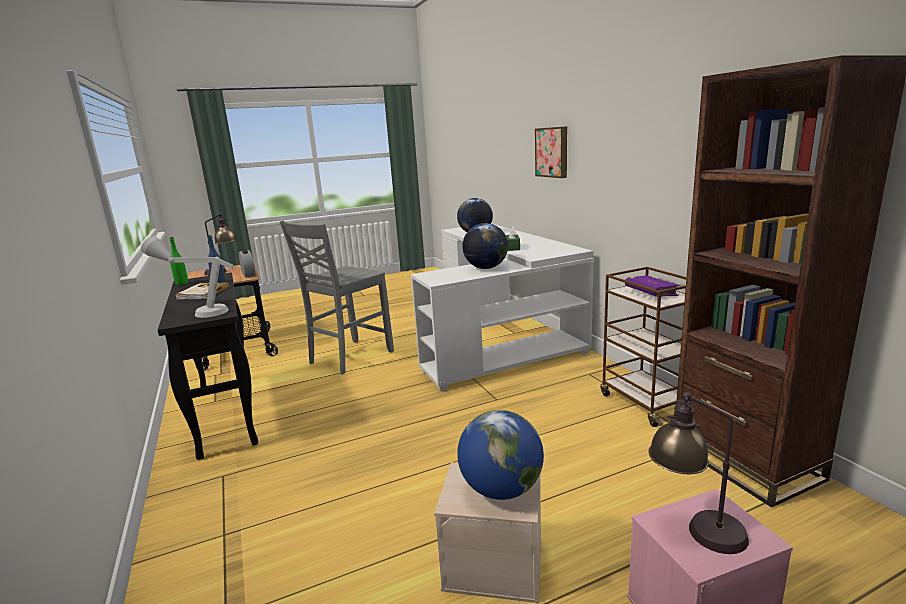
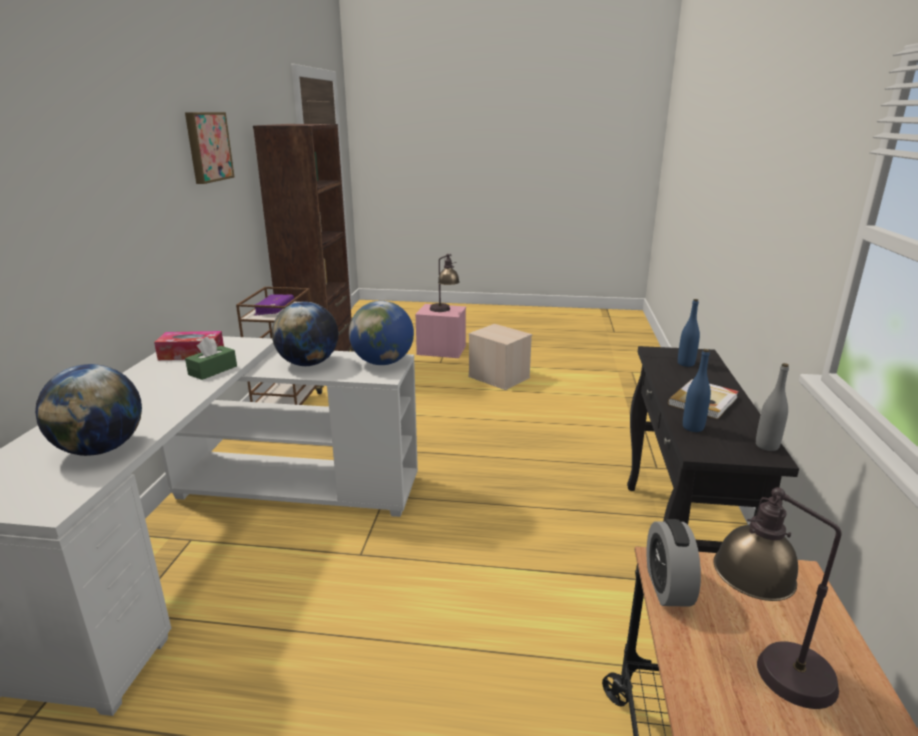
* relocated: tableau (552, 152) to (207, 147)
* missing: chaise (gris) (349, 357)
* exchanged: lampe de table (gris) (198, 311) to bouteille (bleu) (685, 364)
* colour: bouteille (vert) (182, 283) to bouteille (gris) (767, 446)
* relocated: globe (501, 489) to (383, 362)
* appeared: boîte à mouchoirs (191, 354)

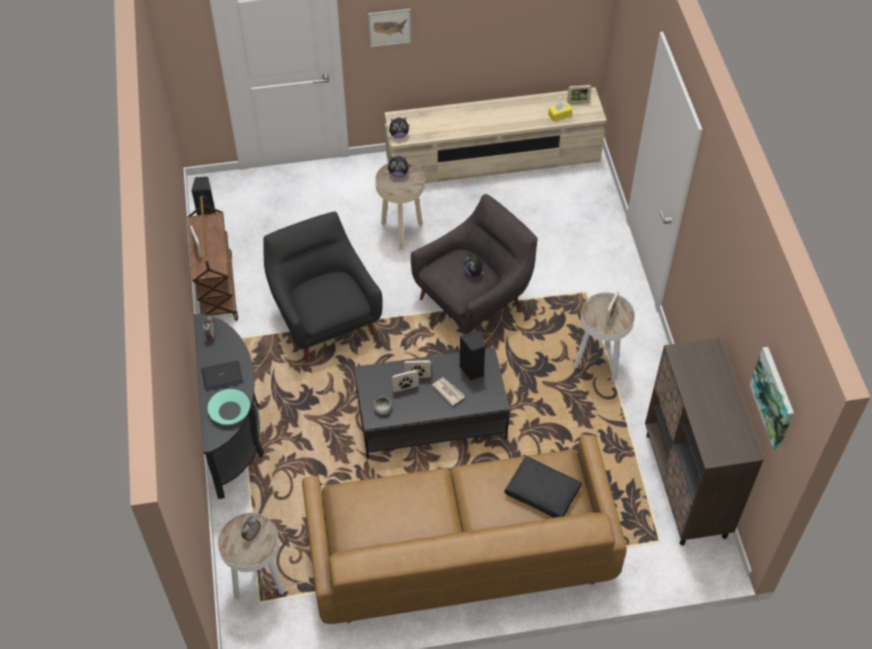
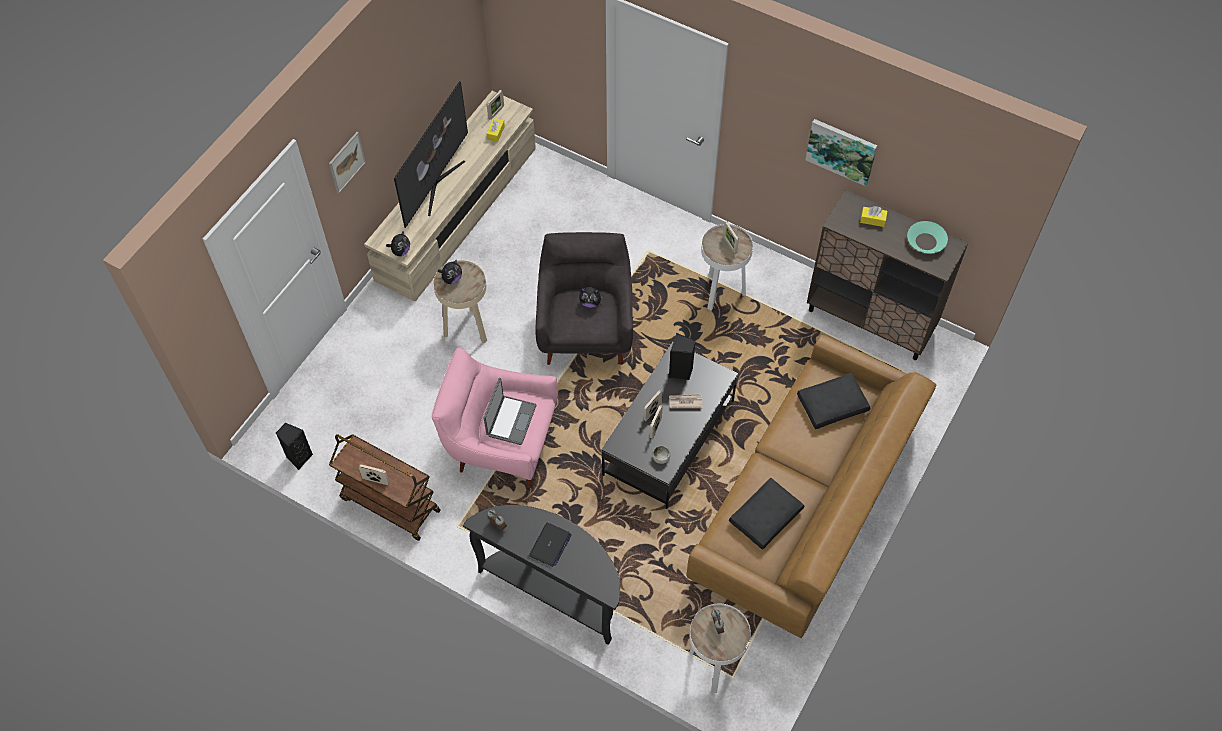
* colour: fauteuil (noir) (325, 318) to fauteuil (rose) (501, 444)
* relocated: tableau (774, 397) to (841, 151)
* relocated: bol (turquoise) (230, 410) to (926, 241)
* appeared: téléviseur (436, 184)
* appeared: boîte à mouchoirs (jaune) (872, 220)
* appeared: ordinateur portable (510, 420)
* appeared: coussin (noir) (766, 518)

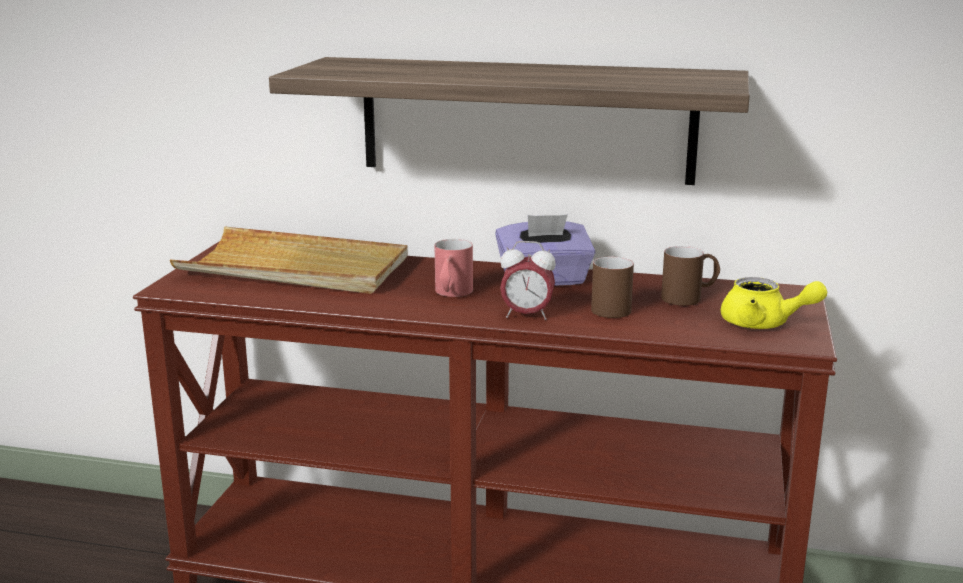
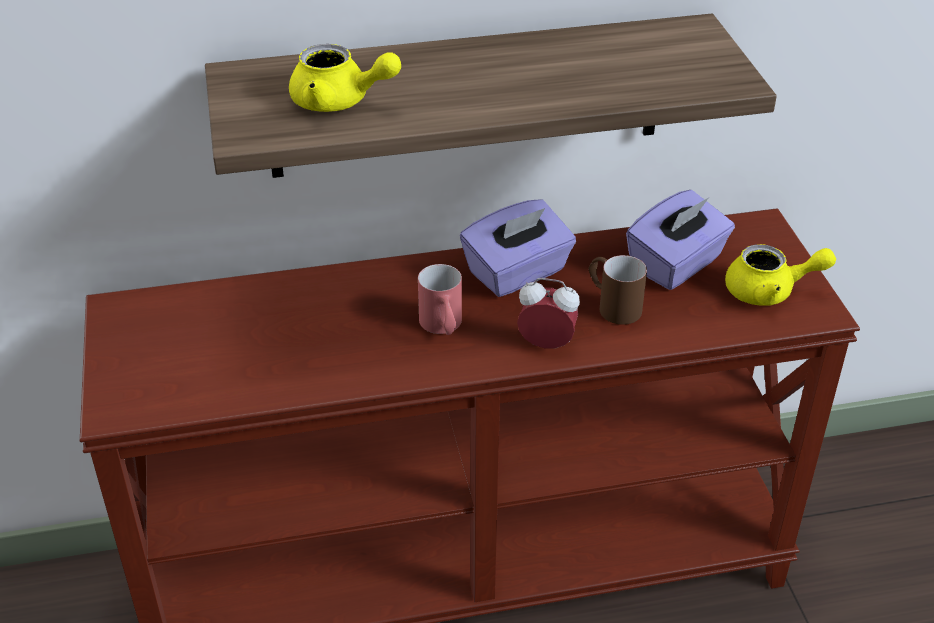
* missing: plateau (beige) (295, 269)
* spun: réveil (526, 315) = (546, 344) 150 degrees counterclockwise
* exchanged: mug (marron) (690, 297) to boîte à mouchoirs (violet) (677, 264)
* appeared: théière (jaune) (339, 101)

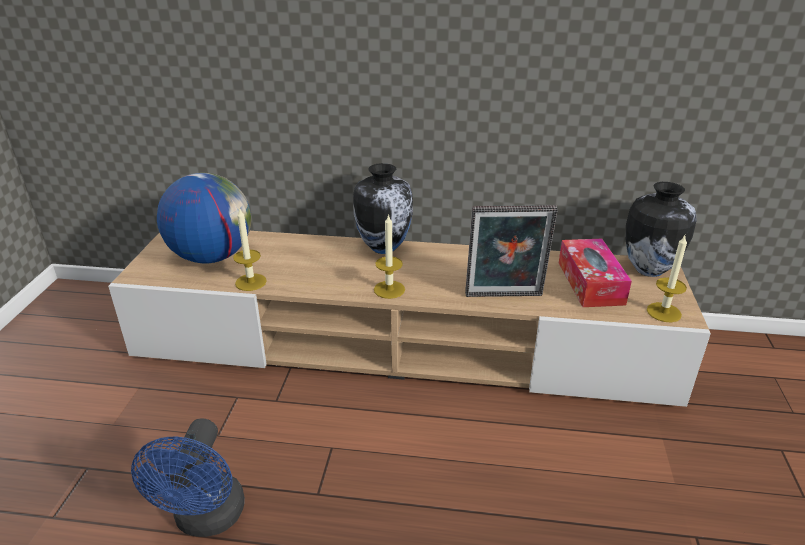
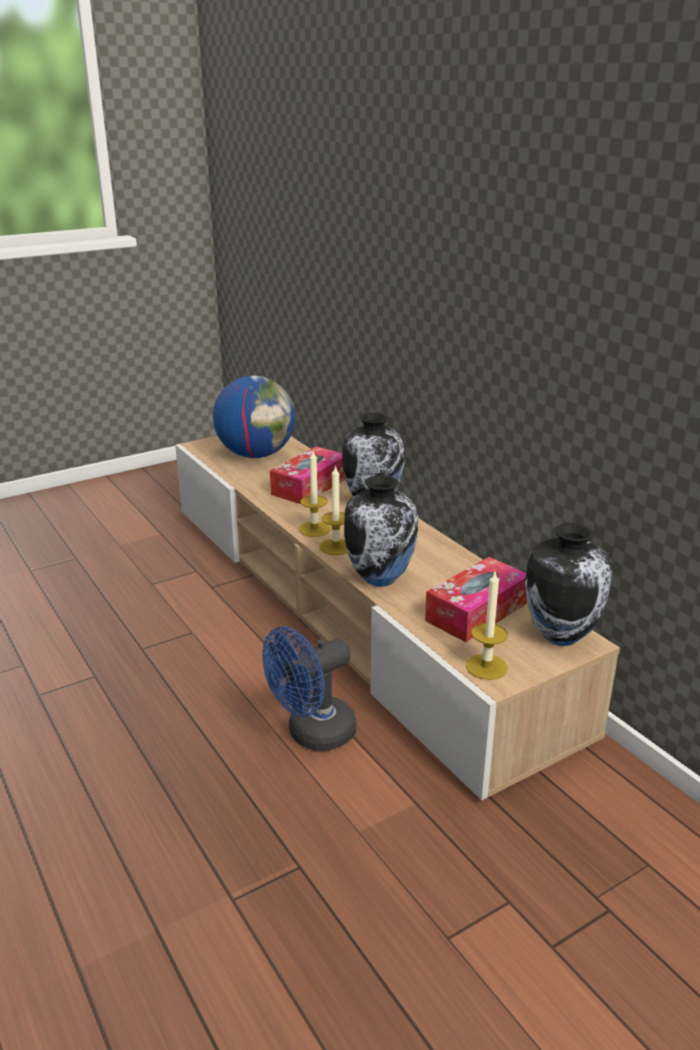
* exchanged: cadre photo (504, 297) to vase (381, 579)
* relocated: bougie (250, 282) to (336, 547)
* relocated: ventilateur (bleu) (206, 519) to (312, 734)
* appeared: boîte à mouchoirs (309, 486)

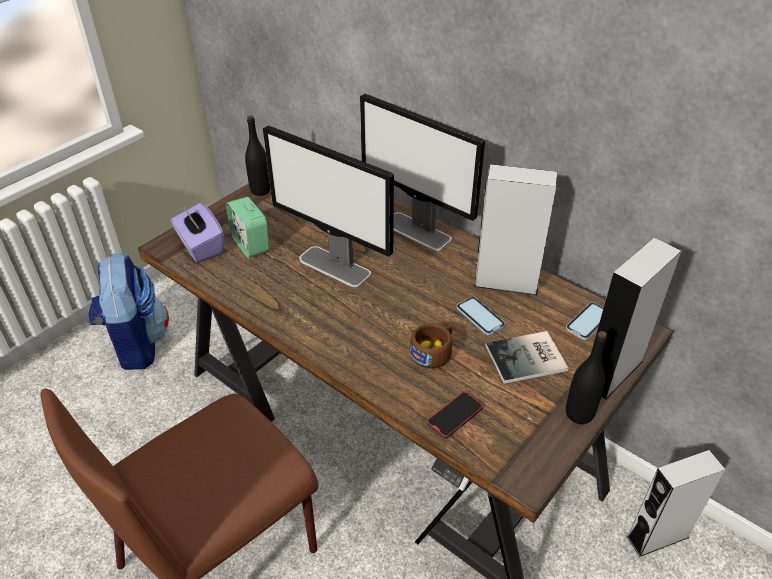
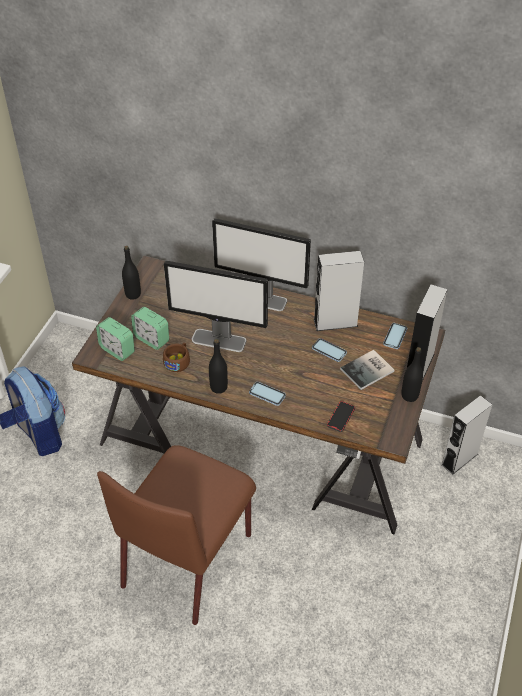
* exchanged: boîte à mouchoirs (violet) (200, 247) to réveil (117, 350)
* relocated: tasse (marron) (433, 352) to (178, 361)
* appeared: bouteille (noir) (218, 387)
* appeared: téléphone (267, 394)

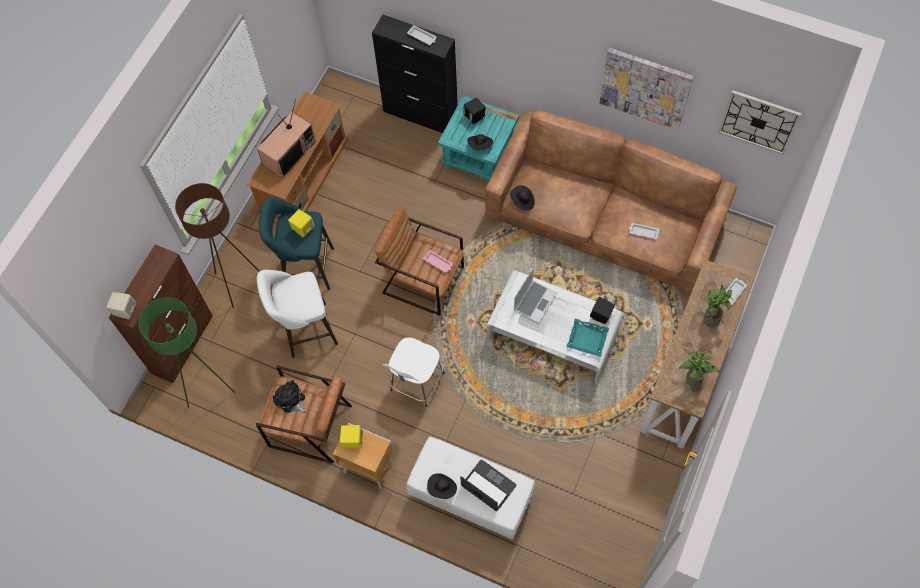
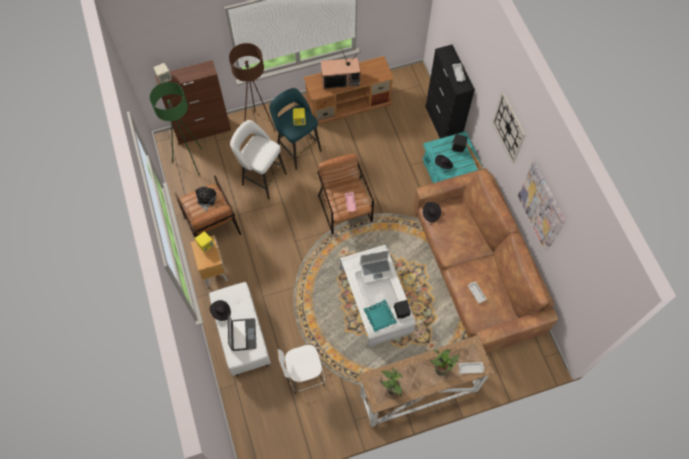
* relocated: horloge murale (758, 122) to (509, 128)
* relocated: tabouret (blanc) (416, 383) to (304, 375)

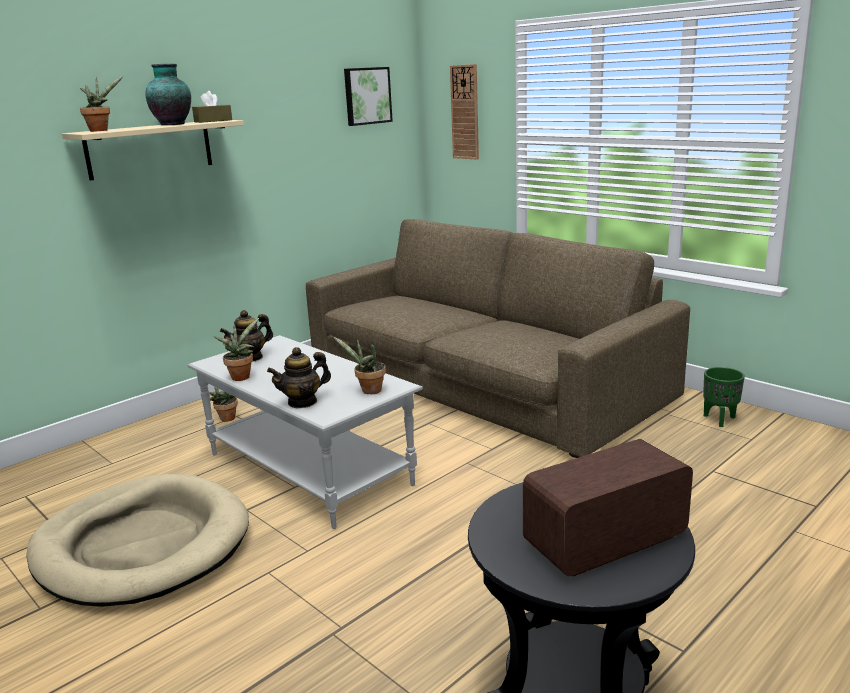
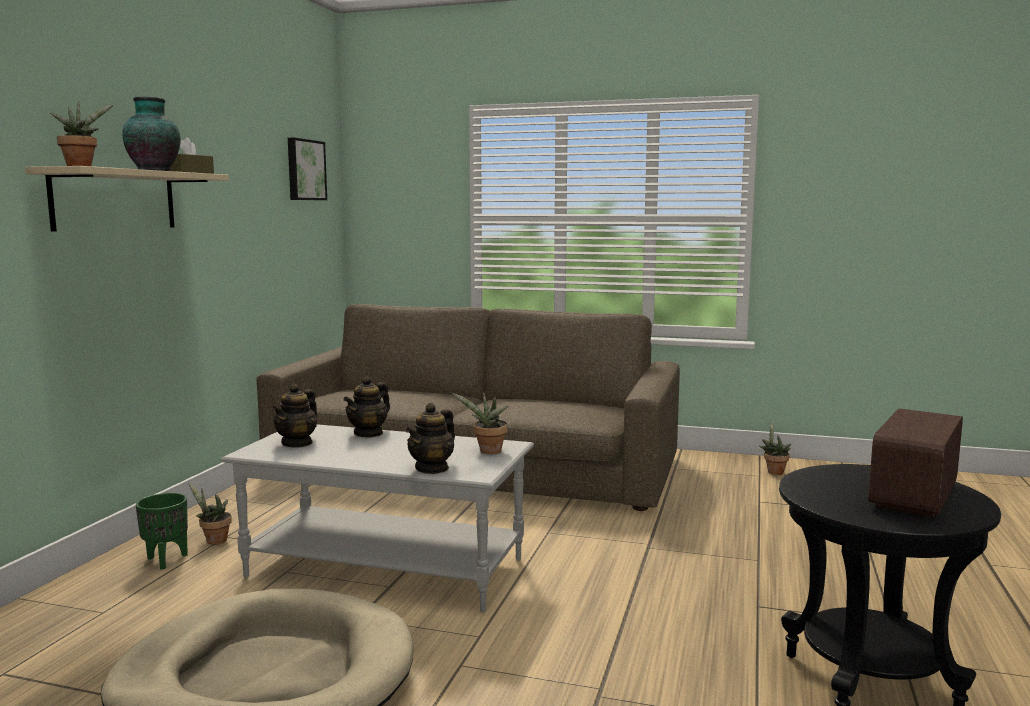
* missing: horloge murale (465, 112)
* relocated: plante en pot (241, 376) to (774, 471)
* relocated: cache-pot (vert) (720, 419) to (167, 560)
* appeared: théière (368, 433)

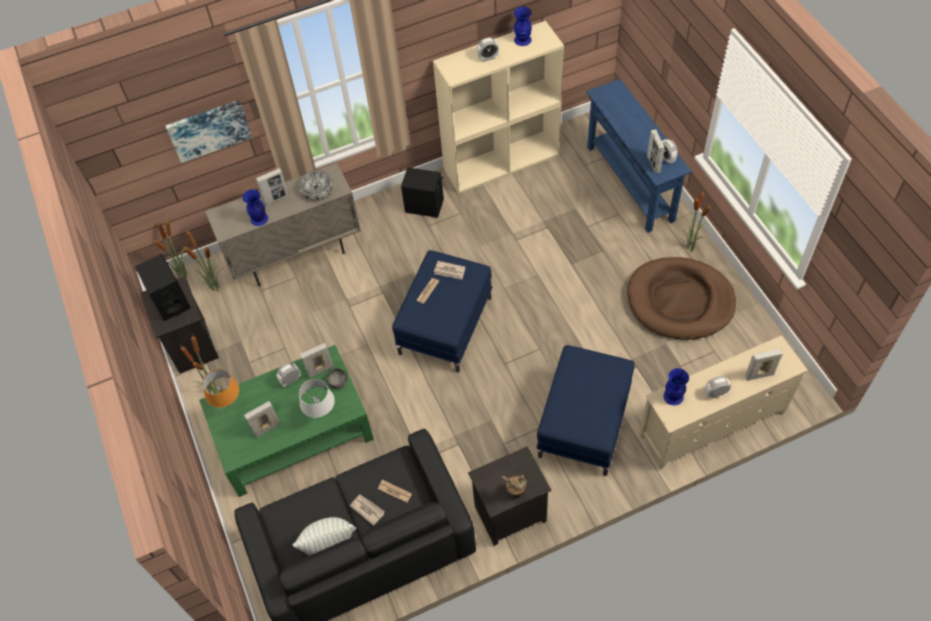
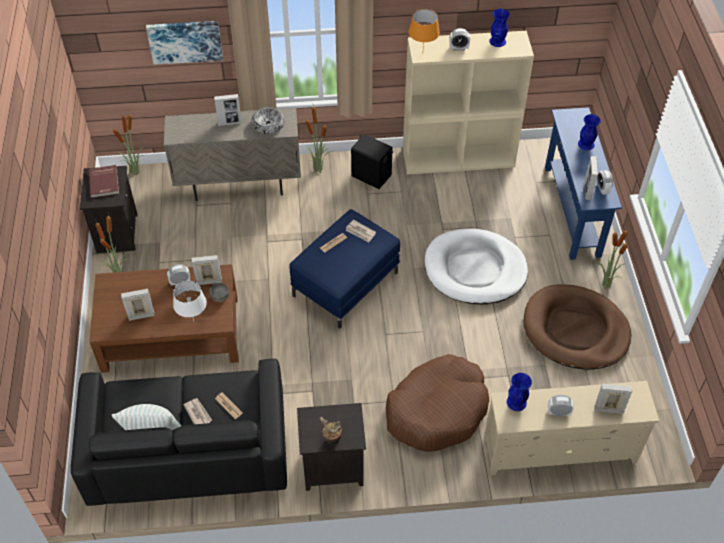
* relocated: vase (bleu) (259, 219) to (586, 144)
* relocated: plante en pot (215, 287) to (318, 168)
* exchanged: enceinte (noir) (170, 301) to livre (rouge) (105, 182)
* colour: table basse (vert) (292, 433) to table basse (marron) (170, 333)
* exchanged: pouf (bleu) (584, 423) to panier pour chien (marron) (437, 410)
* relocated: lampe de table (orange) (230, 406) to (423, 54)
* appeared: panier pour chien (blanc) (475, 269)

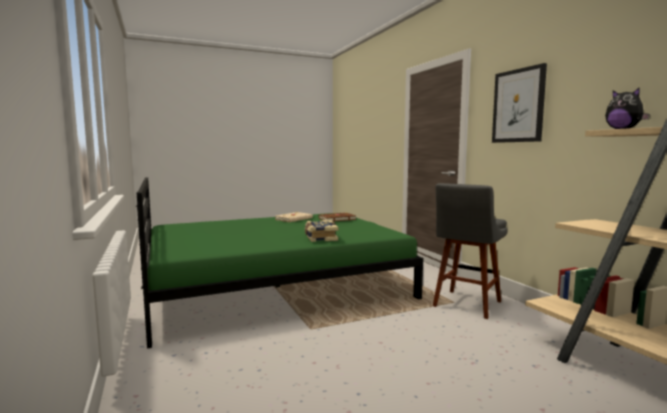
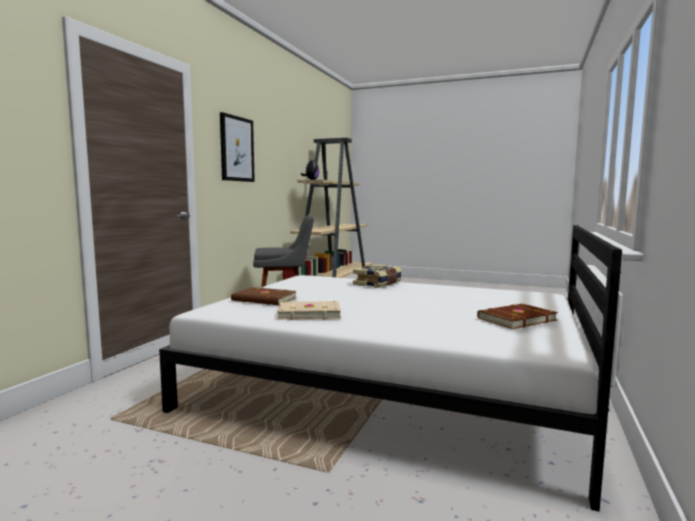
* colour: lit (vert) (274, 287) to lit (blanc) (390, 389)
* appeared: livre (marron) (515, 319)

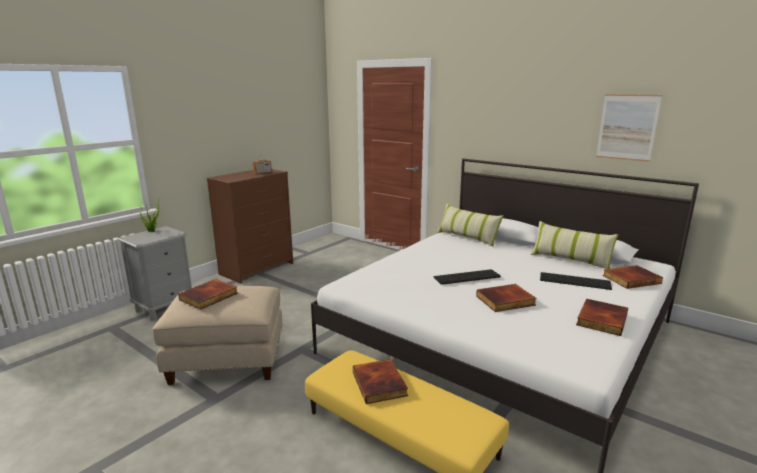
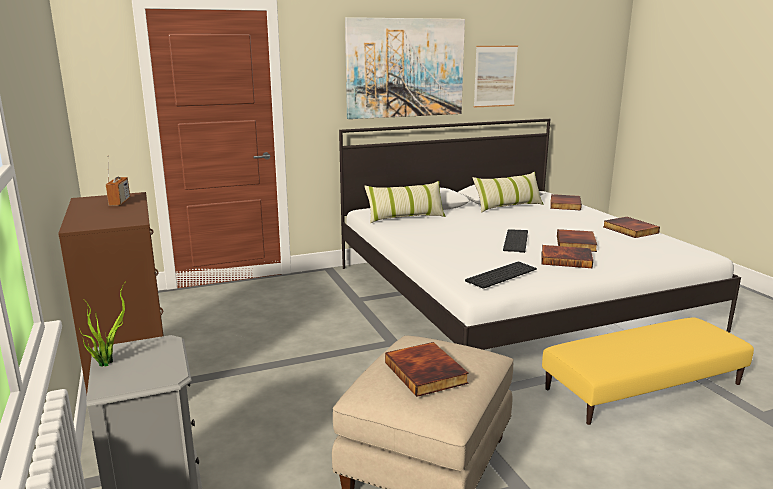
* relocated: clavier (575, 281) to (500, 274)
* relocated: livre (380, 384) to (566, 259)
* appeared: tableau (405, 68)

